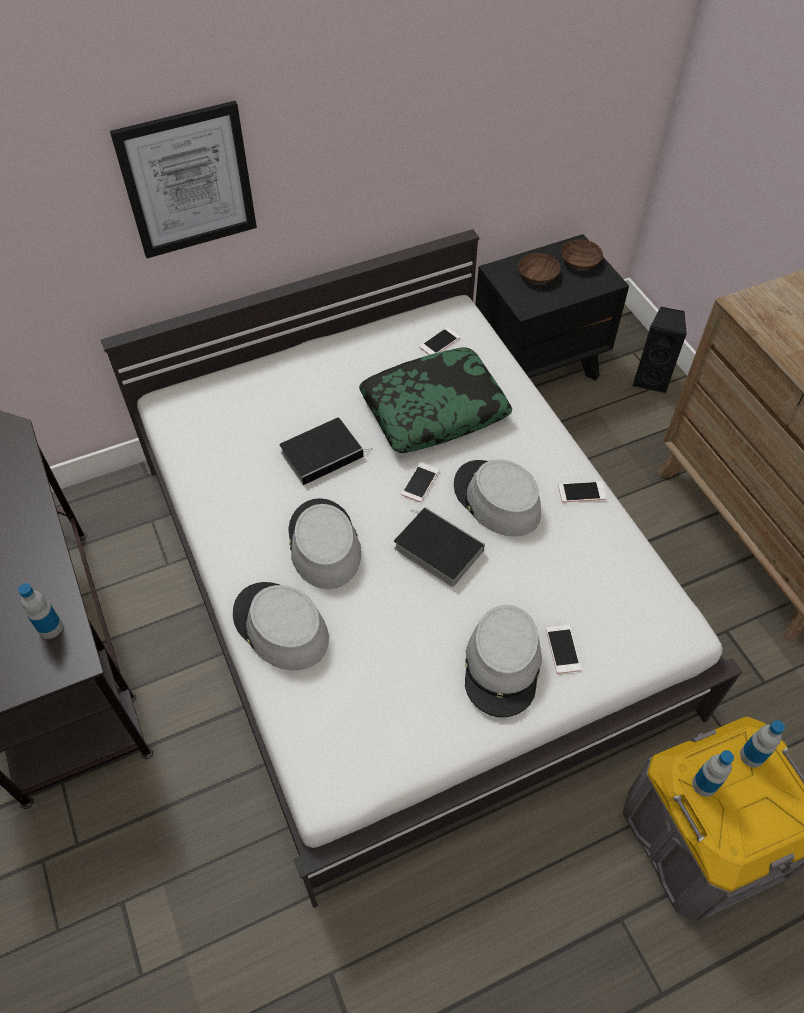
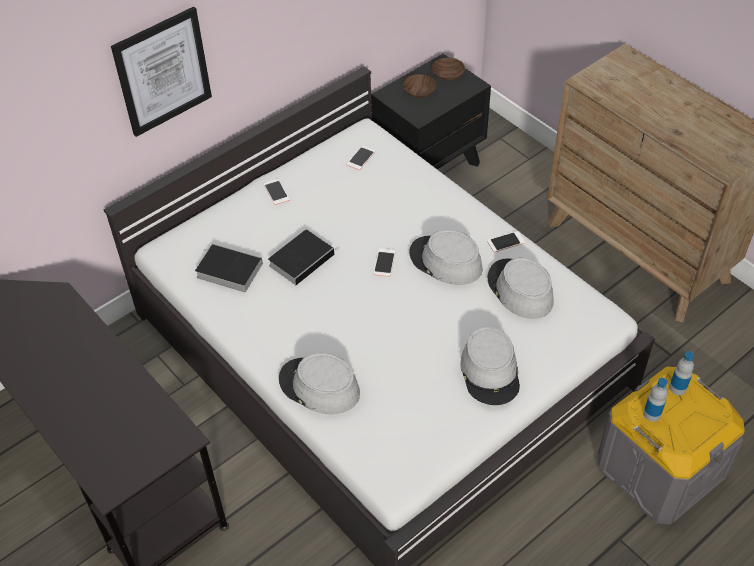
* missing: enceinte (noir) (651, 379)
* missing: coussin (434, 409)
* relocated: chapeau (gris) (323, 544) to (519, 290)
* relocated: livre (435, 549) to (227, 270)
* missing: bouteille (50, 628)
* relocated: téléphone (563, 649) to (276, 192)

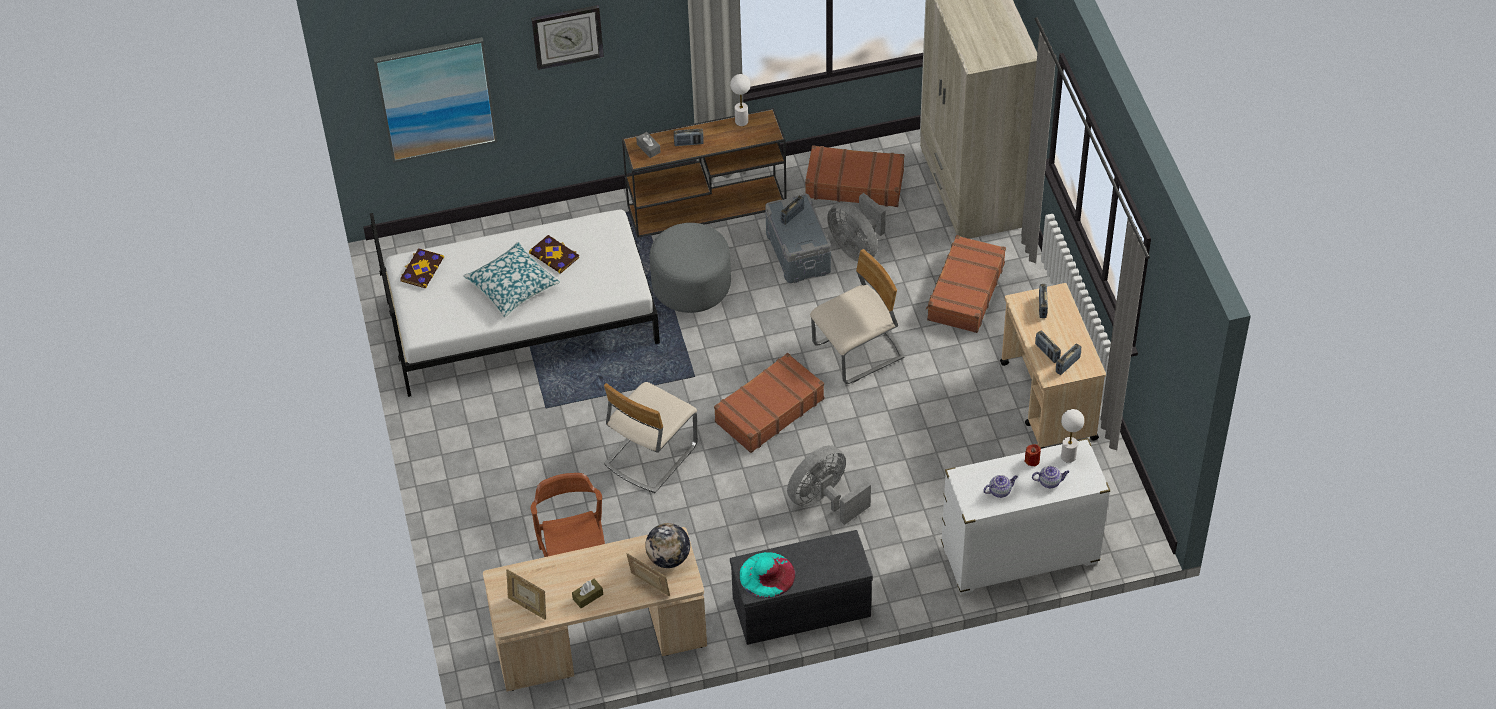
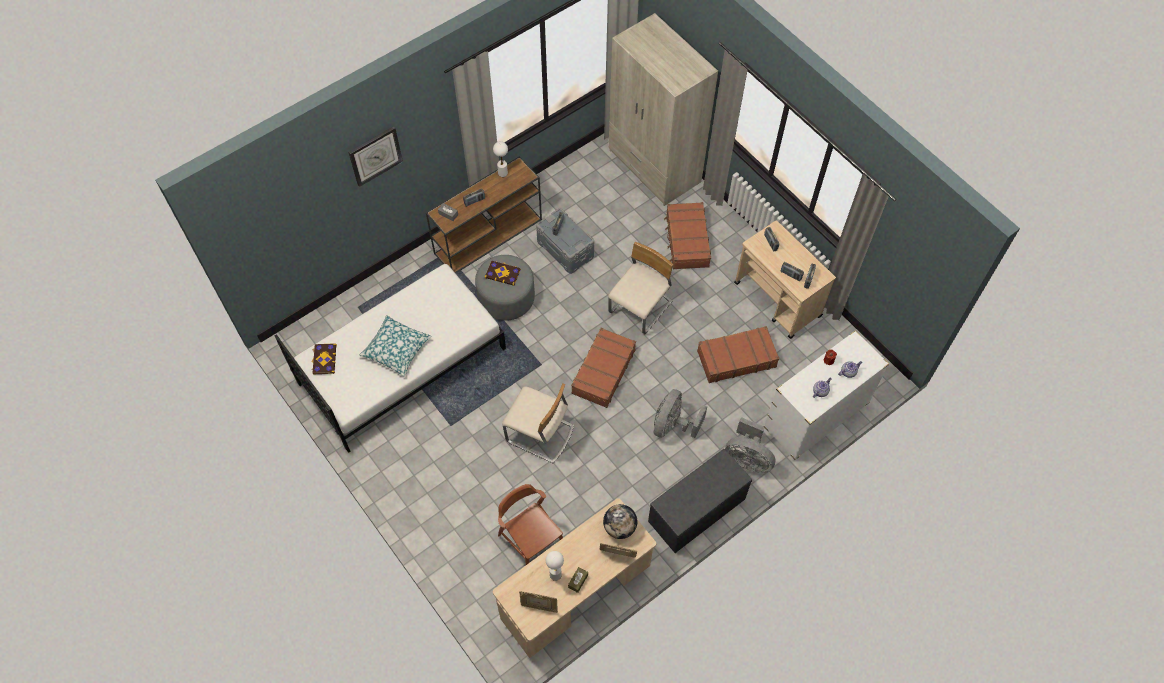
* missing: tableau (436, 99)
* relocated: valise (marron) (854, 184) to (736, 358)
* relocated: ventilateur (gris) (856, 248) to (747, 458)
* relocated: livre (554, 255) to (503, 273)
* spun: chaise (beige) (650, 455) = (540, 434) 75 degrees counterclockwise
* relocated: lampe de table (blanc) (1068, 456) to (555, 574)
* missing: chapeau (turquoise) (767, 575)

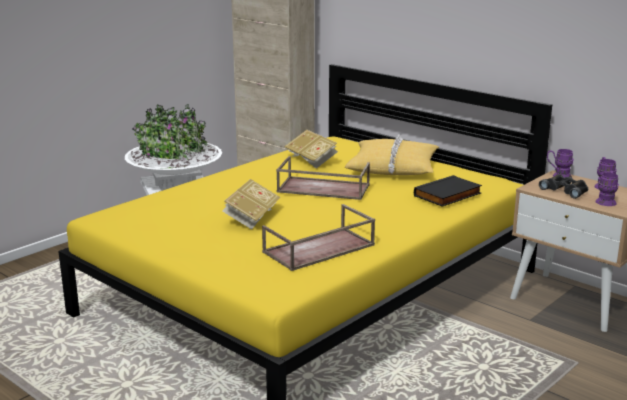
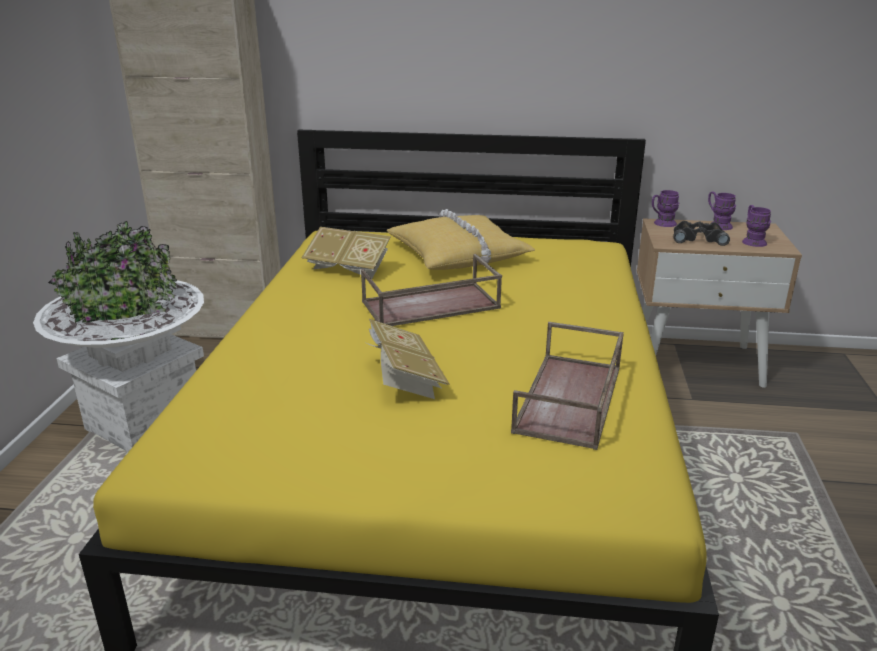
* missing: livre (noir) (448, 195)

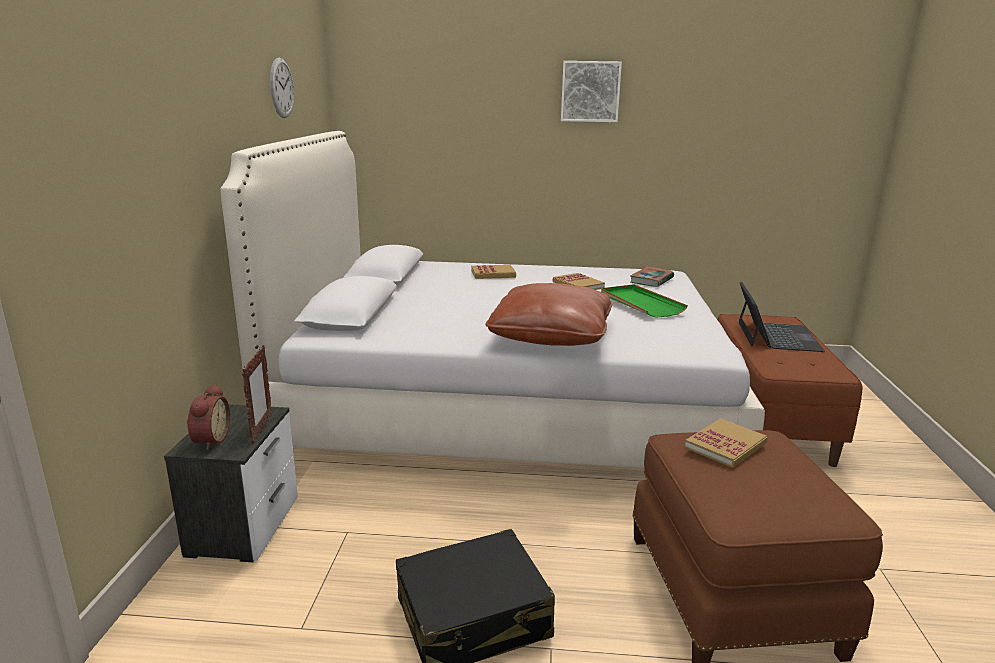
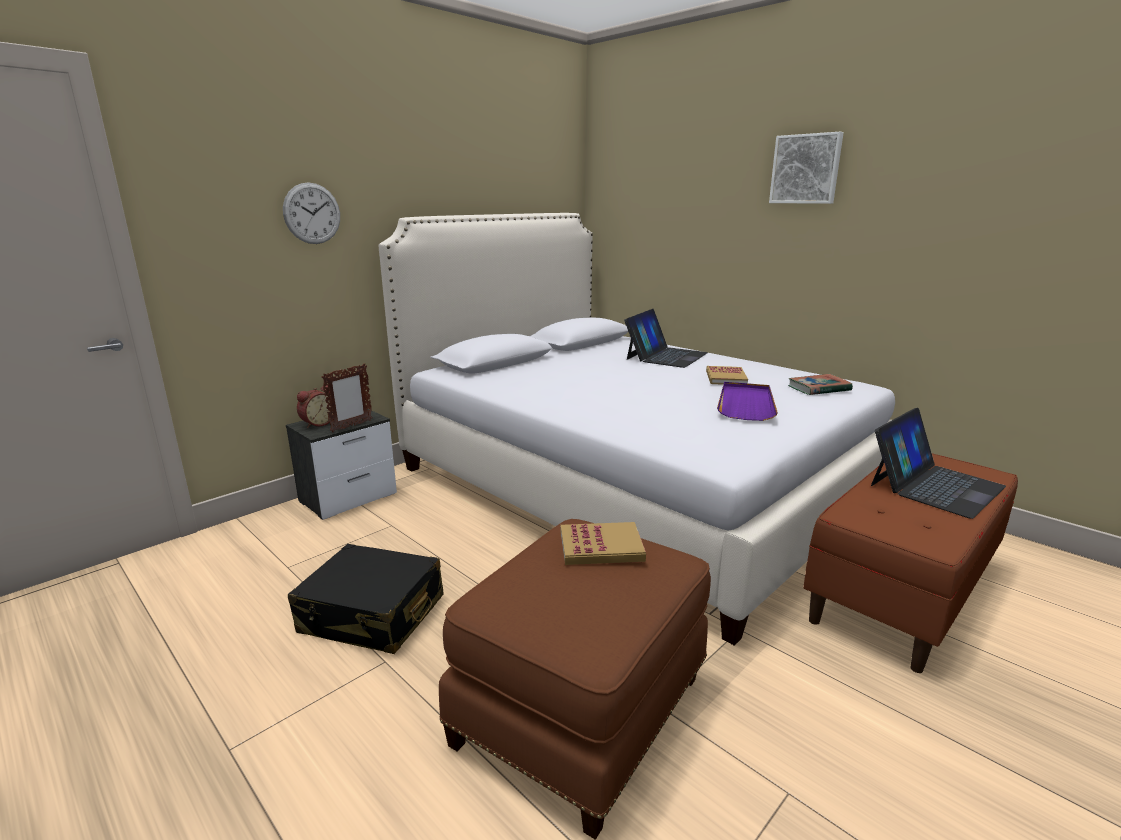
* relocated: horloge murale (281, 88) to (312, 213)
* exchanged: livre (493, 274) to ordinateur portable (666, 356)
* missing: coussin (marron) (551, 335)
* colour: plateau (vert) (640, 303) to plateau (violet) (746, 404)

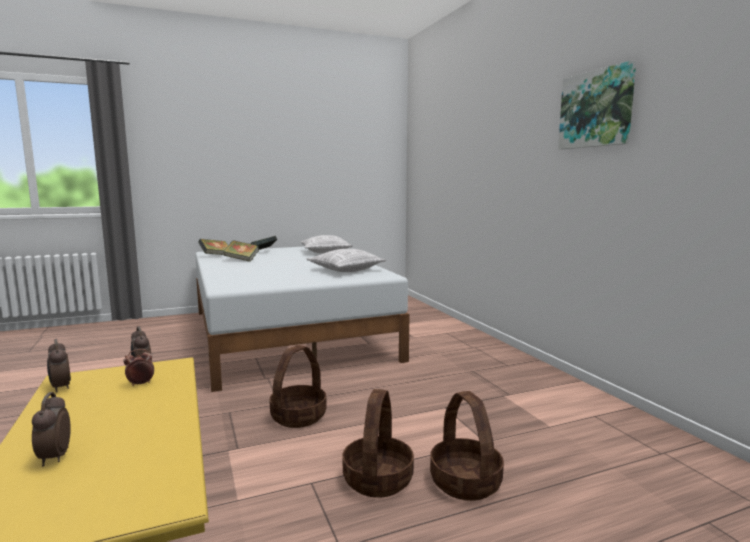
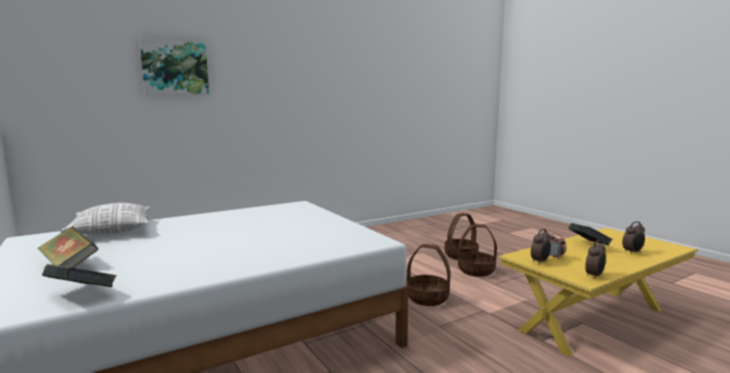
* relocated: tableau (596, 109) to (175, 68)
* relocated: livre (242, 260) to (588, 245)
* missing: coussin (346, 270)

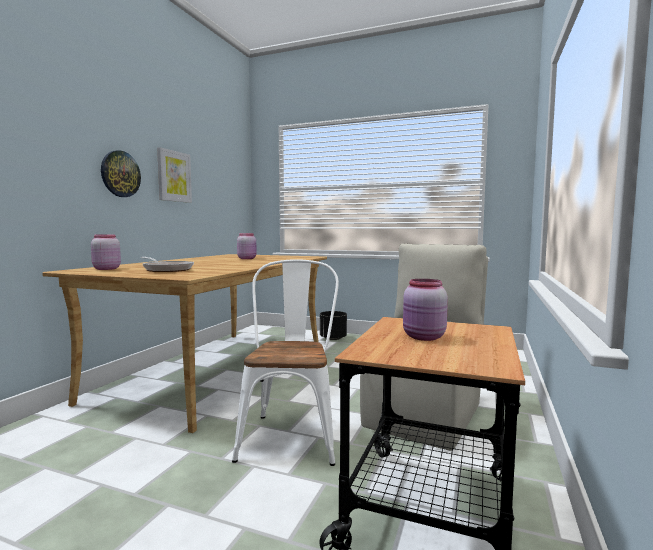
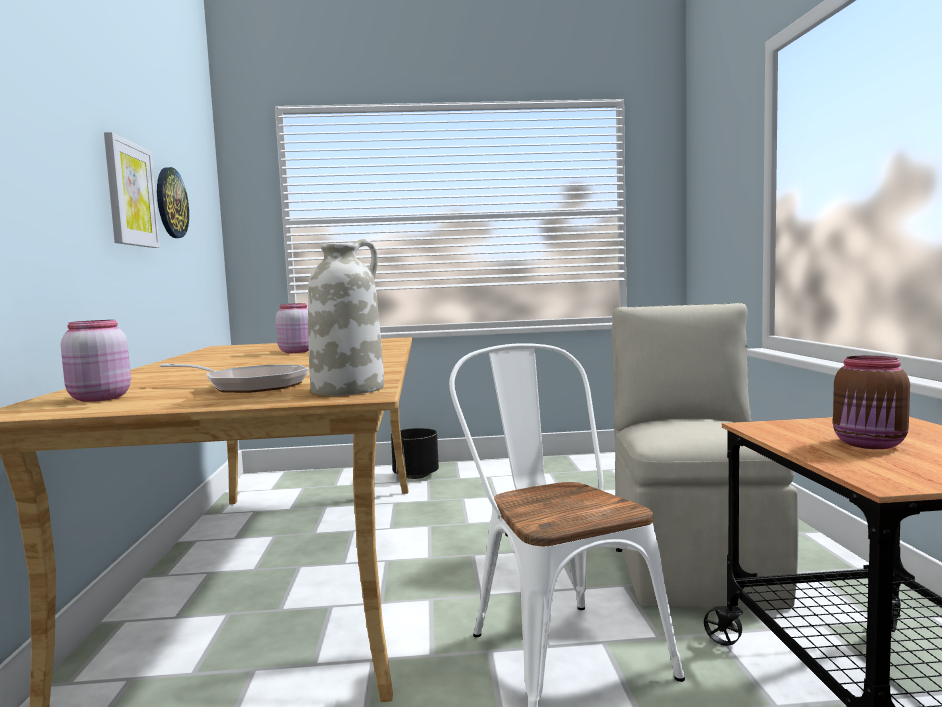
* relocated: horloge murale (120, 174) to (171, 203)
* colour: bocal (rose) (423, 337) to bocal (marron) (870, 444)
* appeared: vase (blanc) (348, 389)

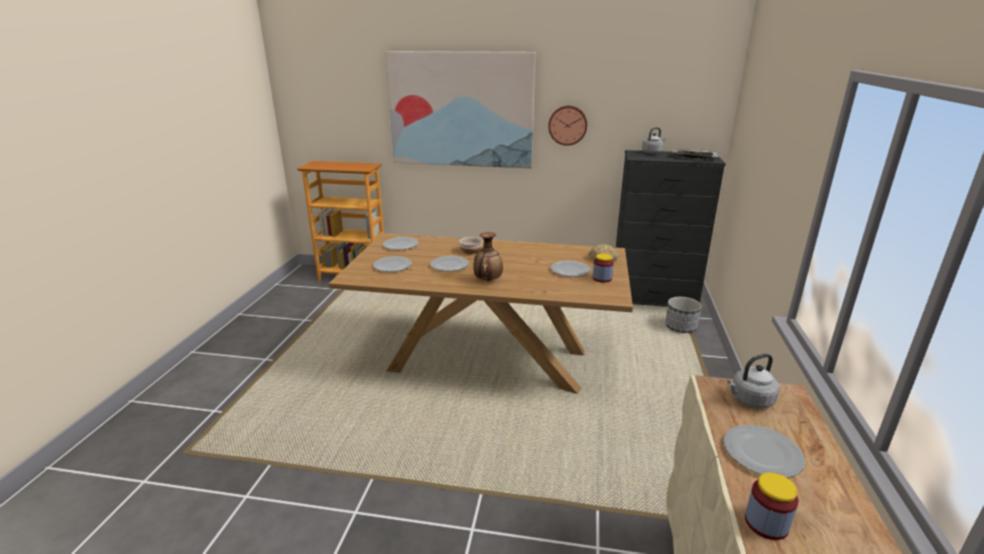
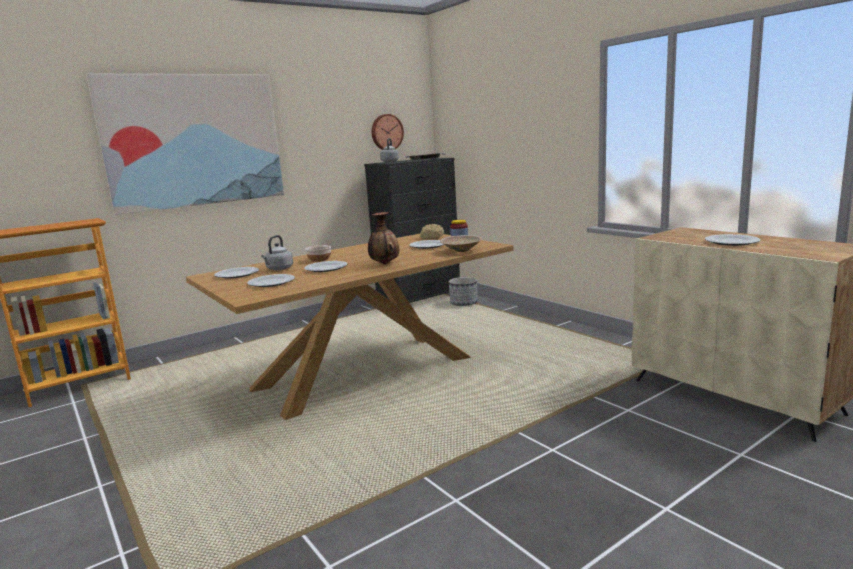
* relocated: horloge murale (567, 125) to (386, 132)
* relocated: bouilloire (gris) (749, 400) to (278, 269)
* missing: bocal (766, 523)
* appeared: bol (beige) (461, 251)

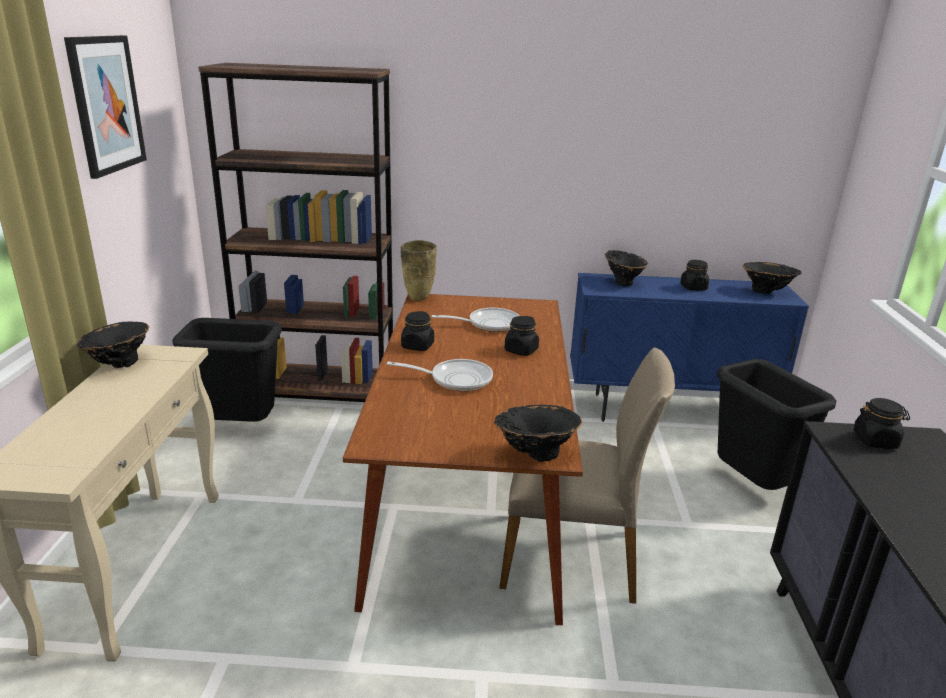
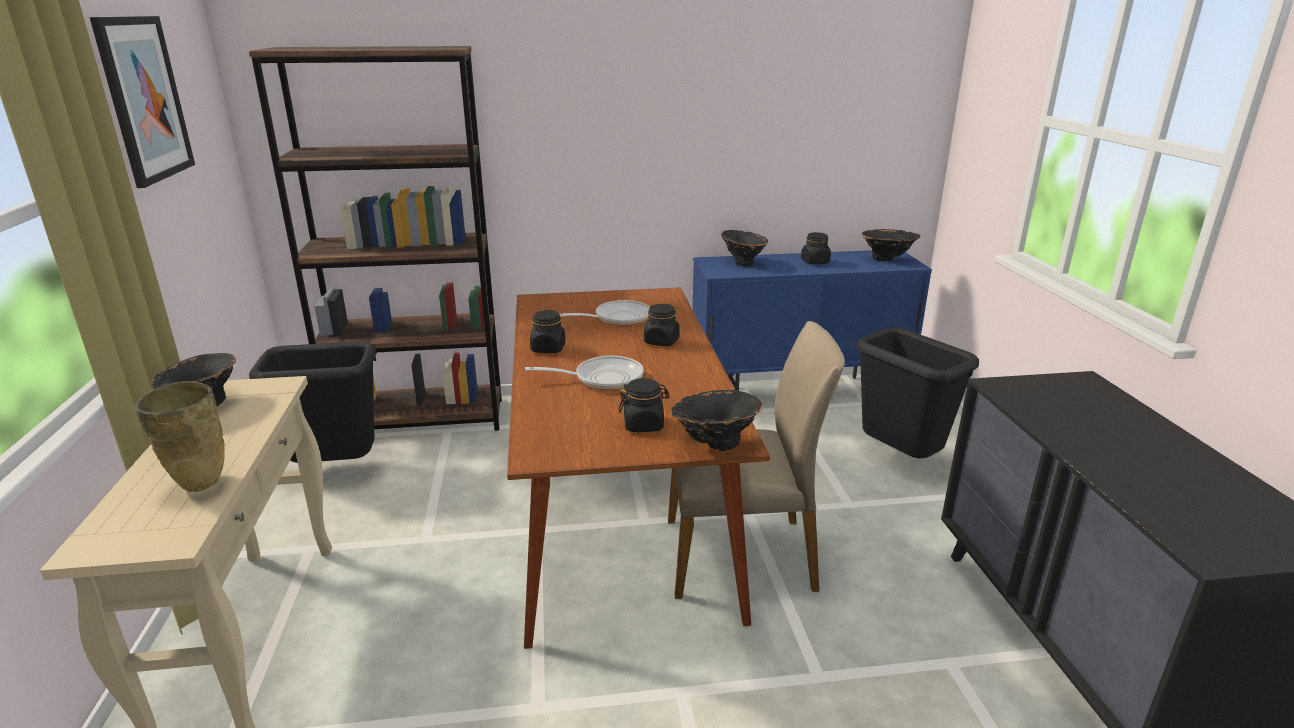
* relocated: vase (beige) (418, 299) to (199, 486)
* relocated: bocal (noir) (875, 441) to (644, 424)

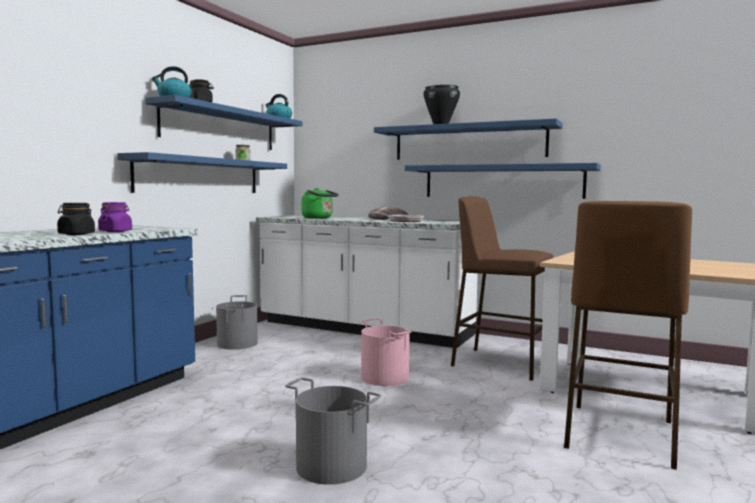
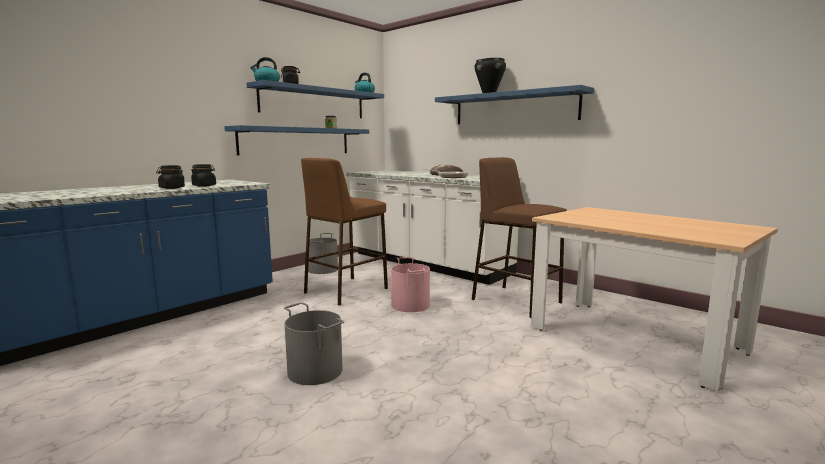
* missing: étagère (bleu) (502, 181)
* missing: bouilloire (vert) (319, 218)
* relocated: tabouret (marron) (620, 434) to (345, 291)
* colour: bocal (violet) (115, 231) to bocal (noir) (204, 186)

